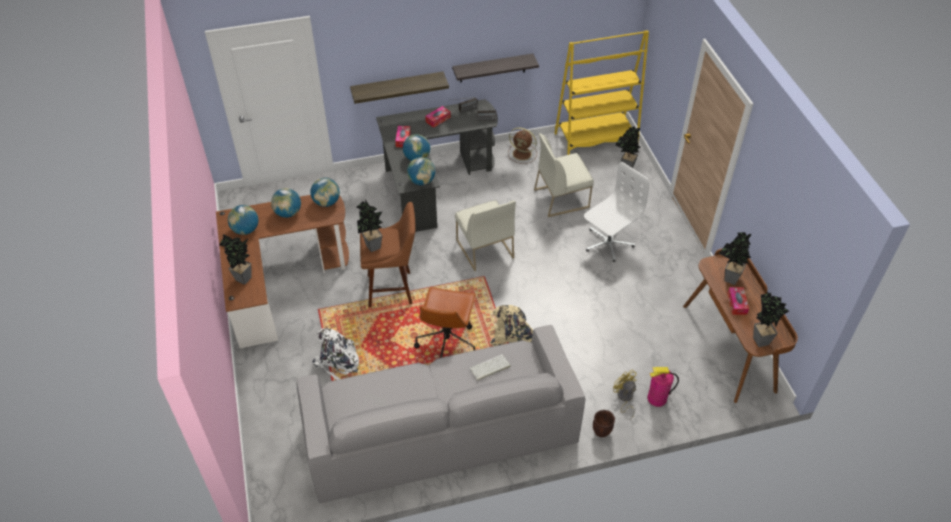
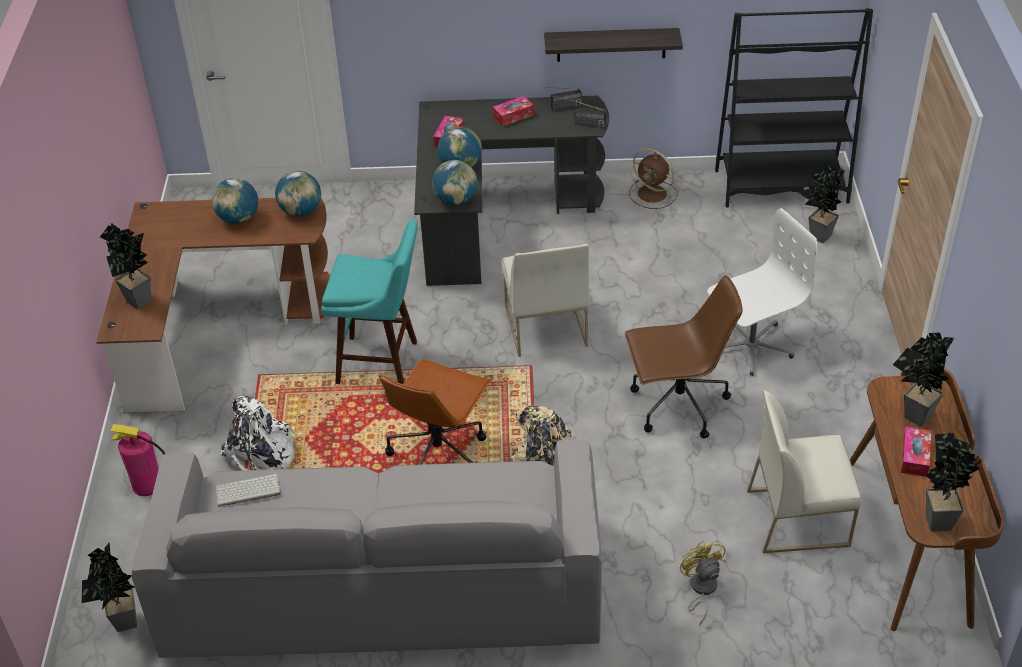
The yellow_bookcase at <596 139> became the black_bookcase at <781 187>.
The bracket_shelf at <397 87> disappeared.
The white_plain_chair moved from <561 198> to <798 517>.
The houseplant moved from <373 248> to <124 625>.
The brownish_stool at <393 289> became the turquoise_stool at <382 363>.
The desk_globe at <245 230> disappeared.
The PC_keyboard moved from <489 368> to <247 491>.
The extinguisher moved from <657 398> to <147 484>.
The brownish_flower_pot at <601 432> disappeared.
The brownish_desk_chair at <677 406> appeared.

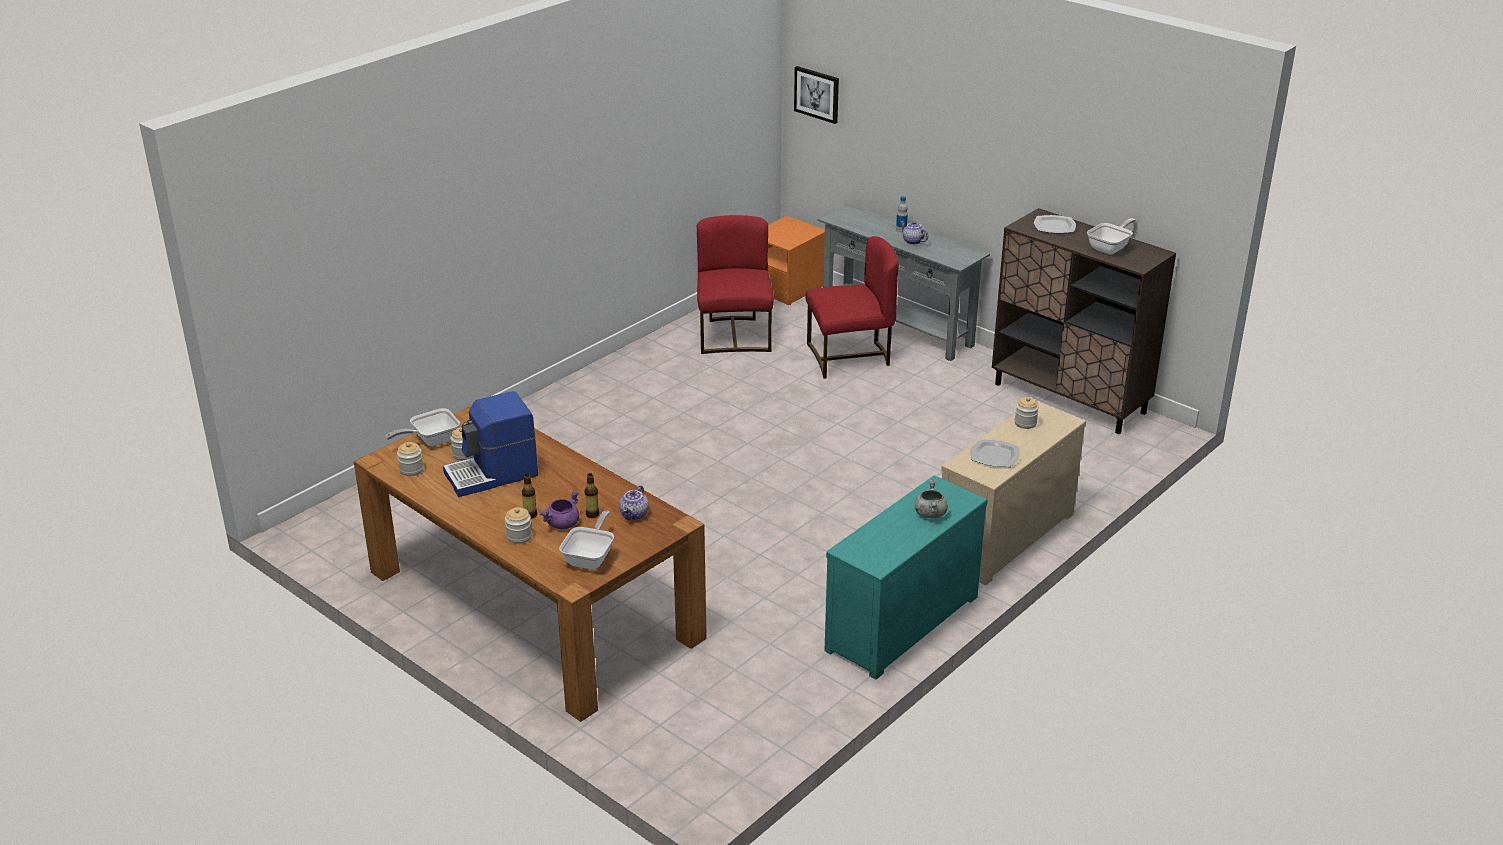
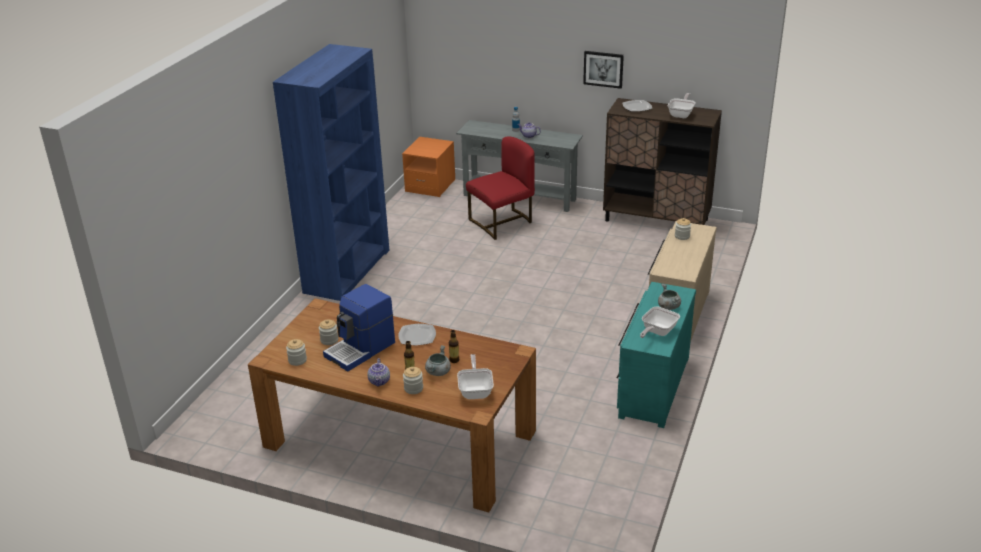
The wall_picture moved from <817 94> to <603 69>.
The red-coloured_plain_chair at <734 335> disappeared.
The skillet moved from <431 441> to <657 332>.
The plate moved from <995 456> to <417 336>.
The pot_for_tea moved from <635 515> to <380 381>.
The purplish_cooking_pot at <562 524> became the grey_cooking_pot at <438 372>.
The blue_bookcase at <347 271> appeared.

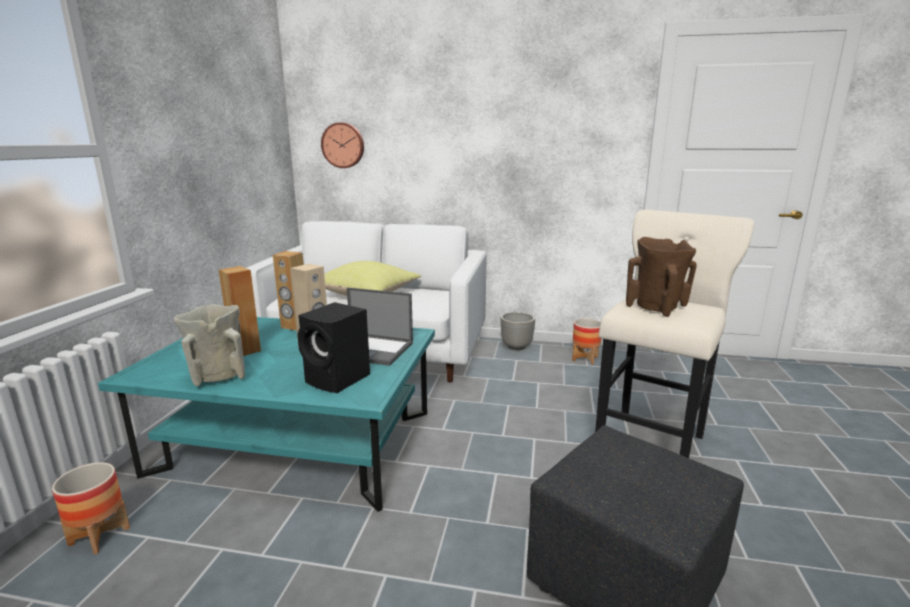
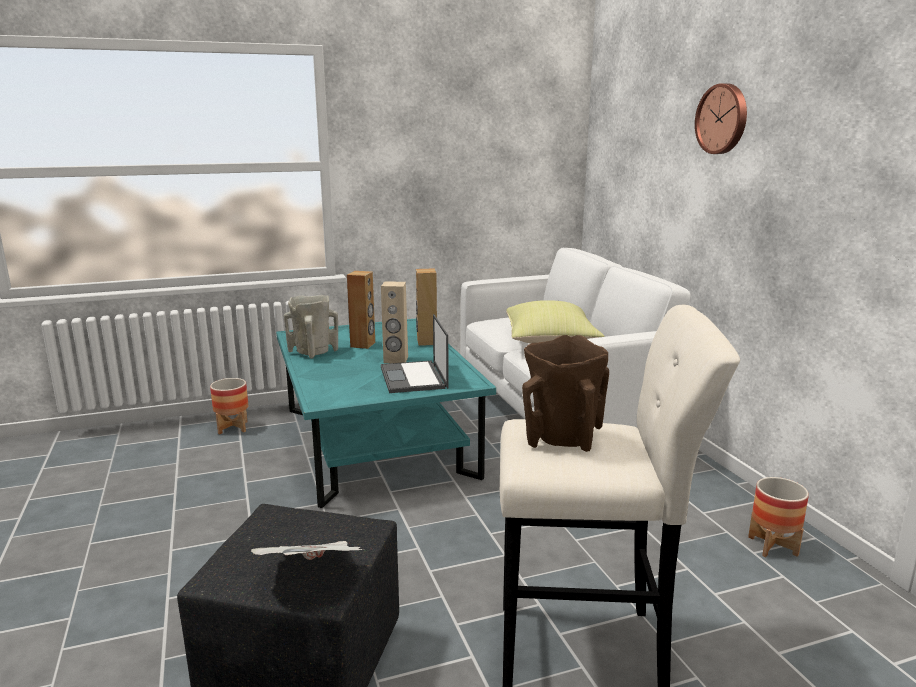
The hanging_clock moved from <343 145> to <723 119>.
The black_speaker at <339 379> disappeared.
The flower_pot at <517 346> disappeared.
The daily_paper at <314 573> appeared.

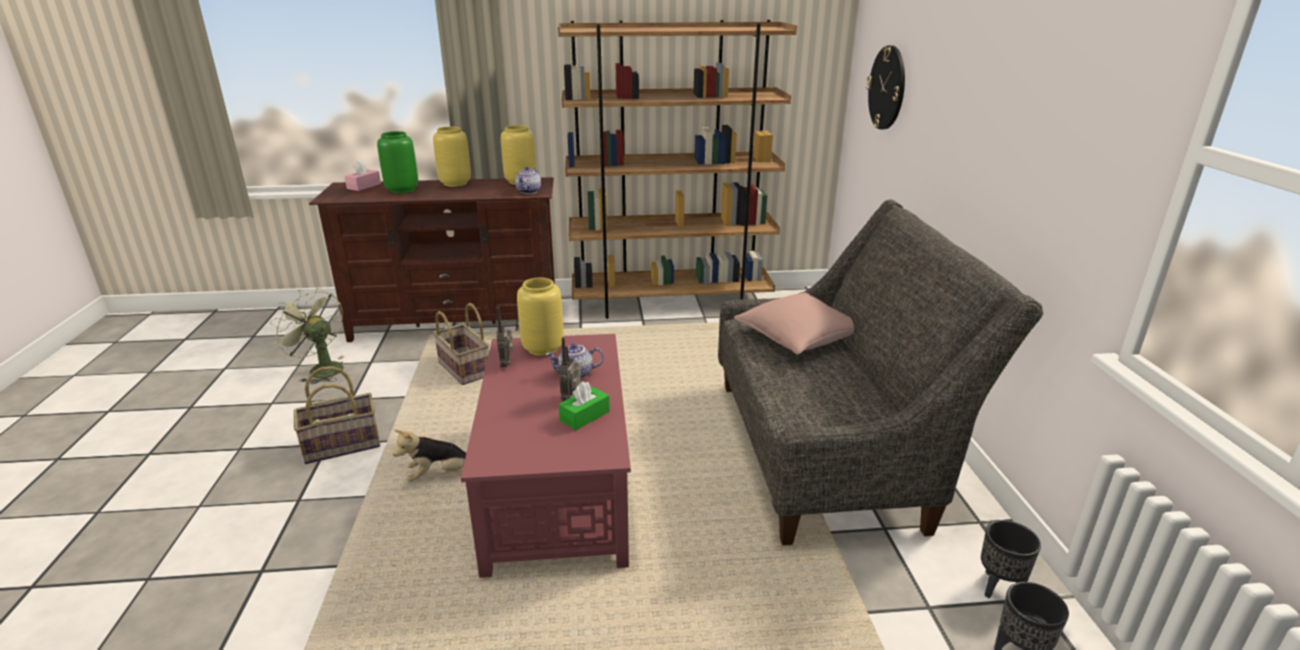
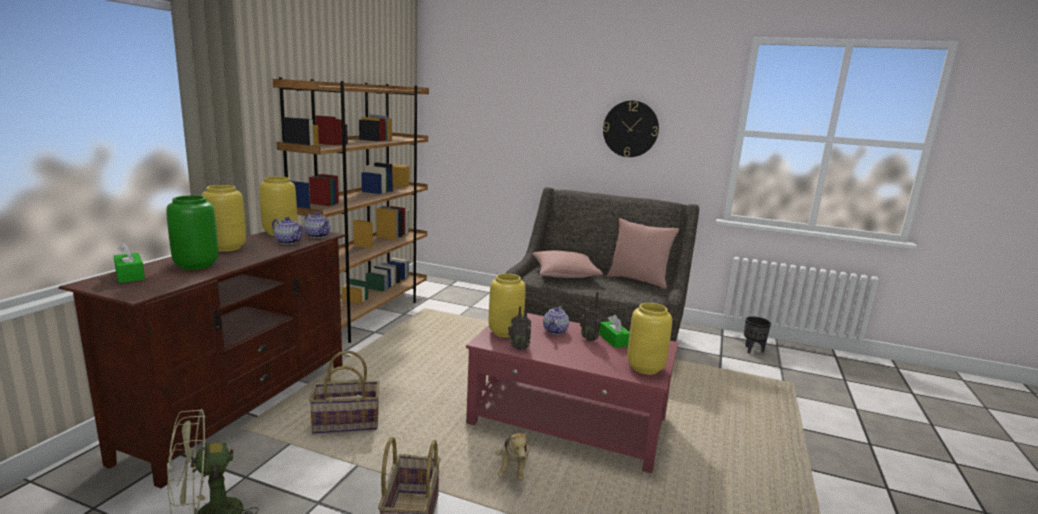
The hanging_clock moved from <887 88> to <630 129>.
The pinkish_tissue_box at <364 186> became the green-coloured_tissue_box at <130 275>.
The black_flower_pot at <999 588> disappeared.
The pot_for_tea at <289 242> appeared.
The pinkish_throw_pillow at <638 280> appeared.
The yellow_flower_vase at <644 368> appeared.

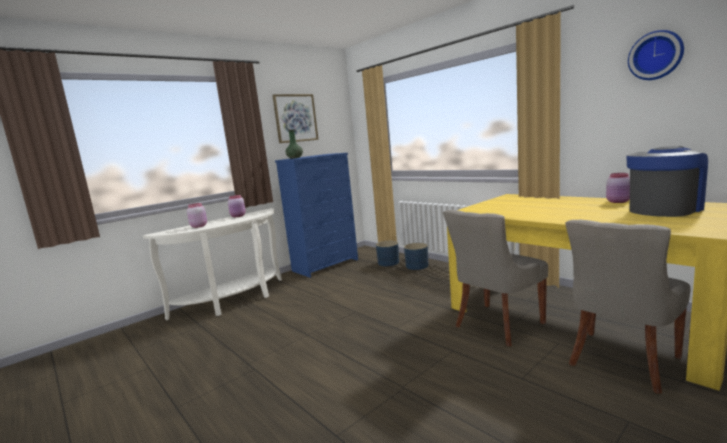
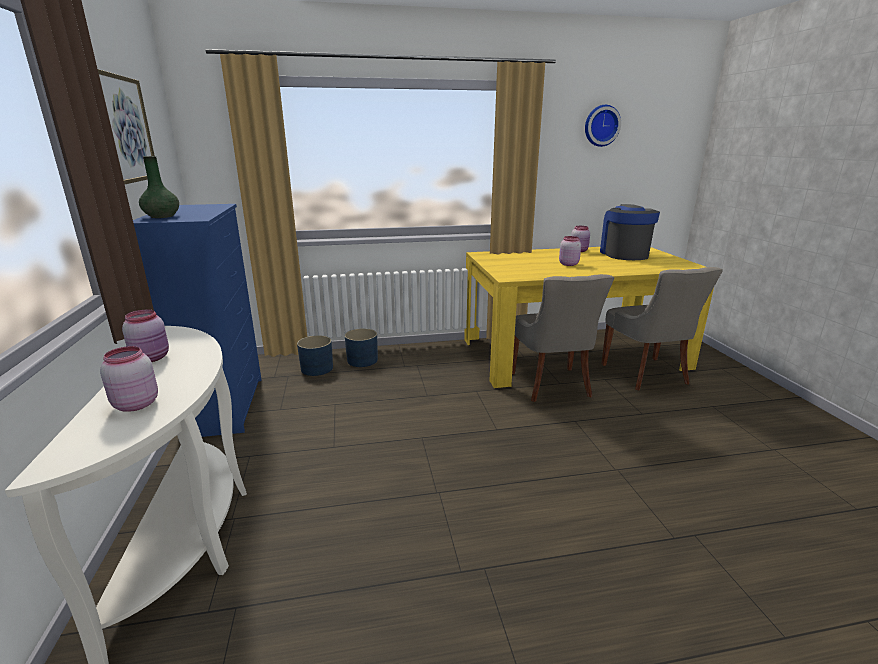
The pinkish_jar at <568 264> appeared.

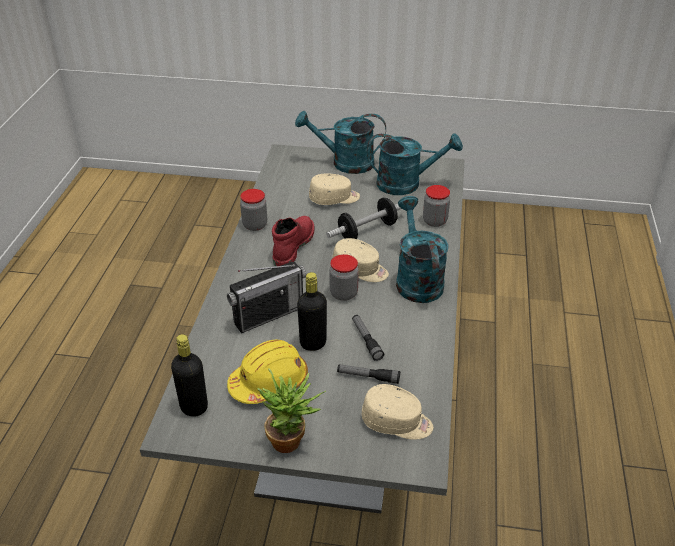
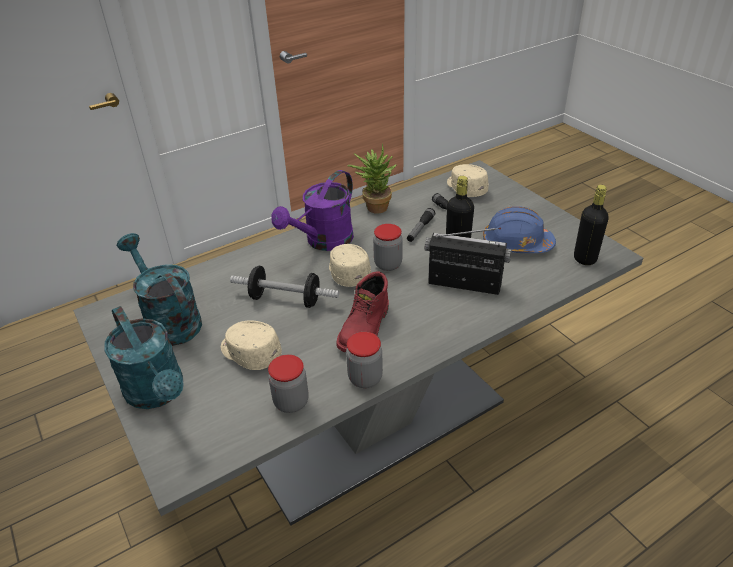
The jar moved from <434 221> to <291 402>.
The turquoise_watering_can at <416 279> became the purplish_watering_can at <323 242>.
The red-coloured_tall_boot at <292 246> turned 45 degrees counterclockwise.
The yellow_safety_helmet at <269 382> became the blue_safety_helmet at <516 244>.
The houseplant moved from <292 441> to <374 206>.

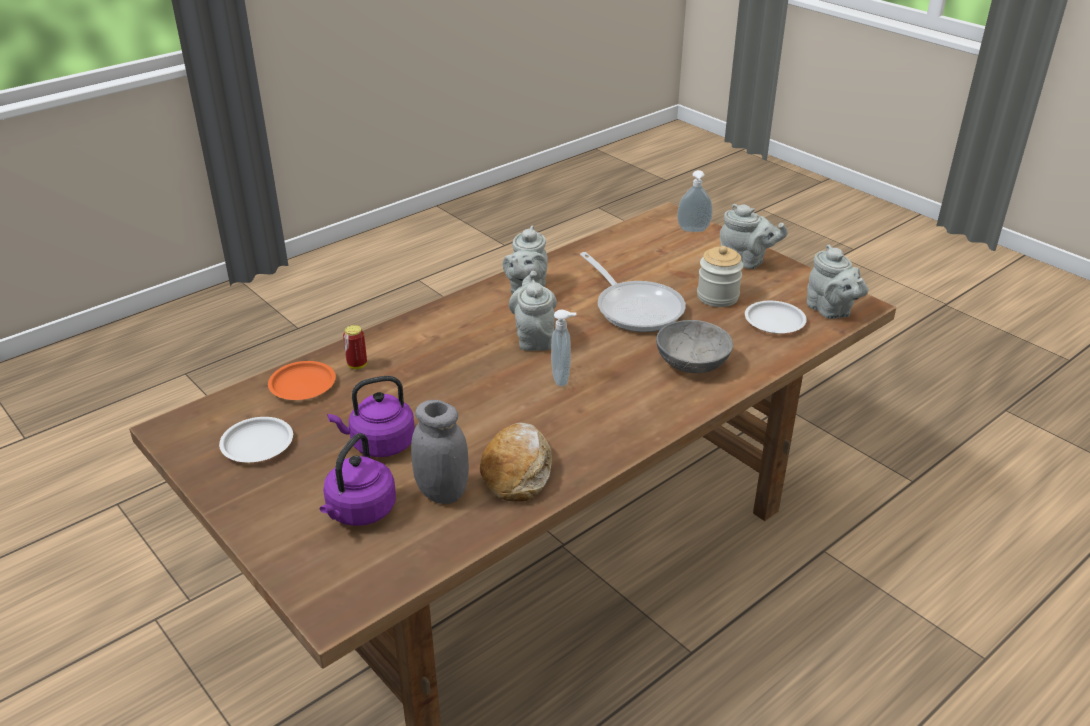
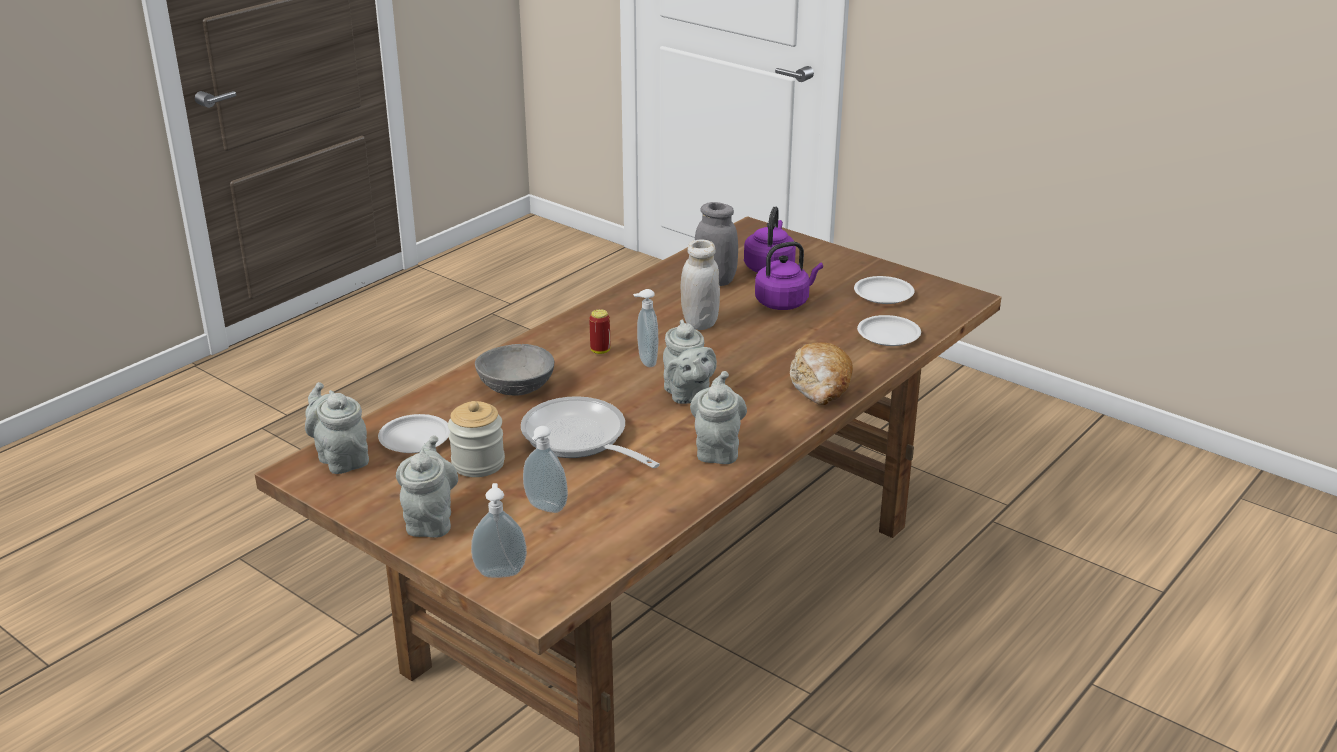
The grey_pot_for_tea at <746 262> turned 75 degrees clockwise.
The metal_can moved from <357 365> to <600 351>.
The orange-coloured_plate at <302 385> became the white_plate at <889 335>.
The baked_bread moved from <517 471> to <821 385>.
The white_jar at <700 323> appeared.
The soap_dispenser at <544 508> appeared.

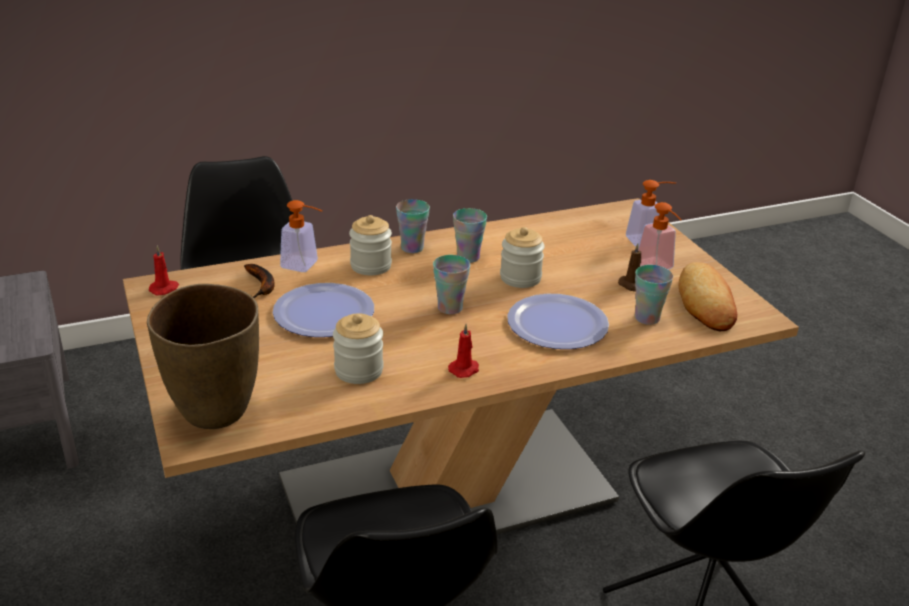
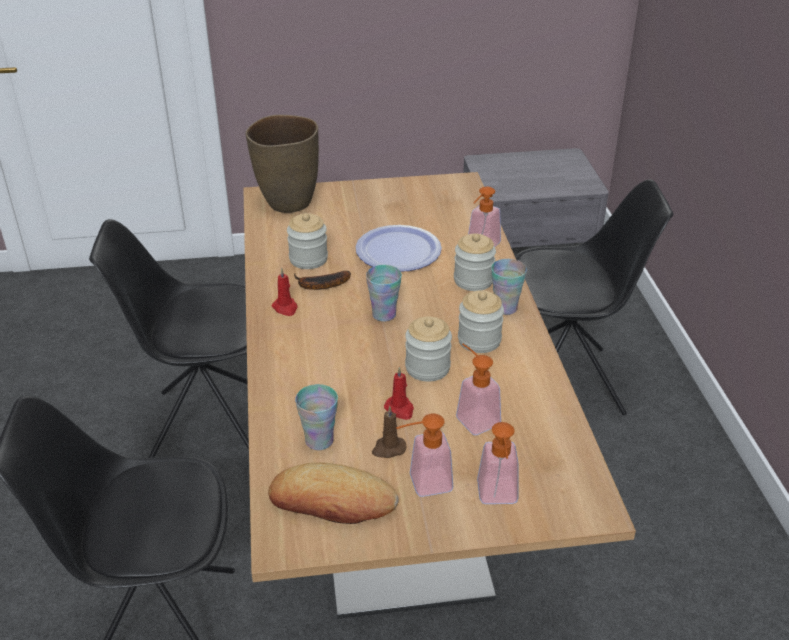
The drinking_cup at <468 257> was replaced by the jar at <479 340>.
The red-coloured_wax_candle moved from <164 289> to <400 409>.
The banana moved from <262 285> to <320 285>.
The plate at <557 324> disappeared.
The soap_dispenser at <473 417> appeared.

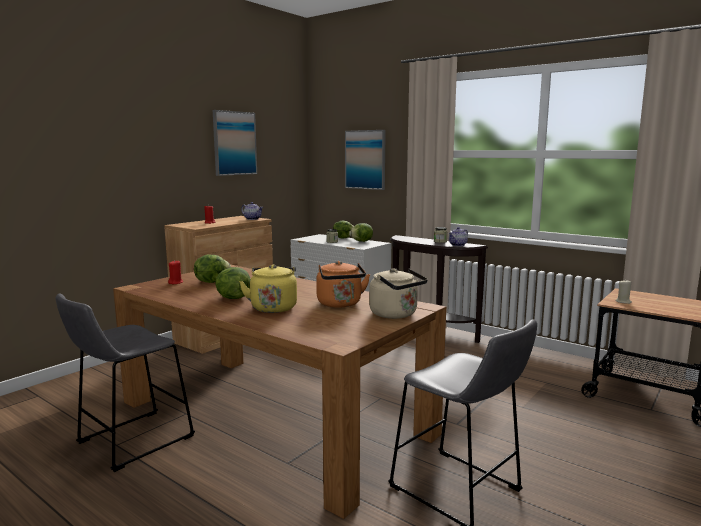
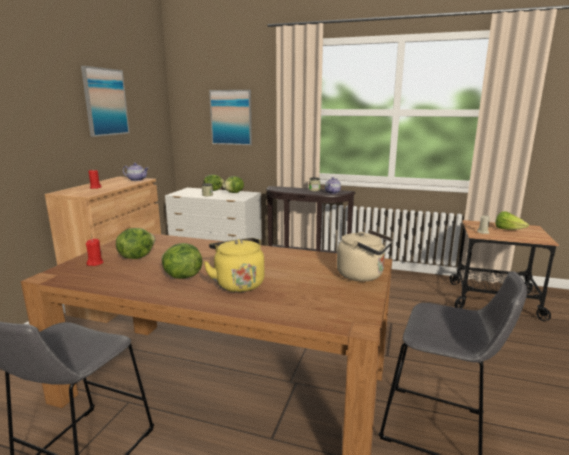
The orange-coloured_kettle at <340 304> disappeared.
The lettuce_head at <508 230> appeared.

